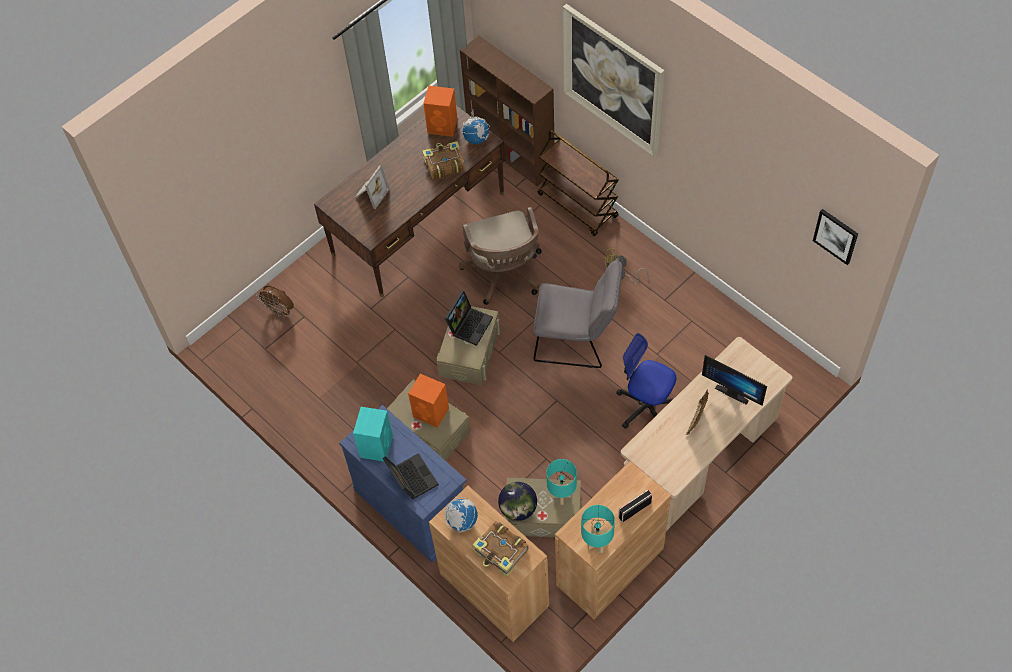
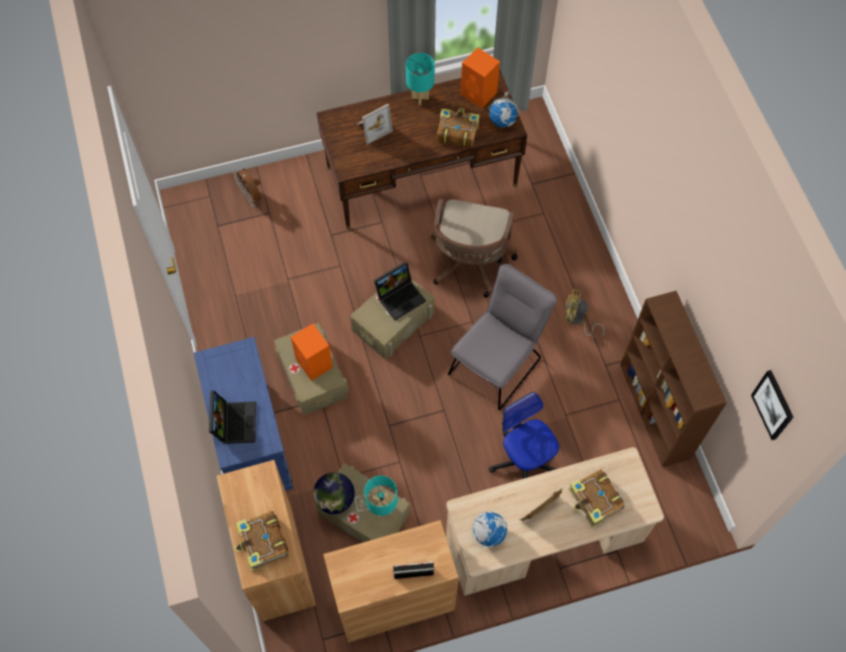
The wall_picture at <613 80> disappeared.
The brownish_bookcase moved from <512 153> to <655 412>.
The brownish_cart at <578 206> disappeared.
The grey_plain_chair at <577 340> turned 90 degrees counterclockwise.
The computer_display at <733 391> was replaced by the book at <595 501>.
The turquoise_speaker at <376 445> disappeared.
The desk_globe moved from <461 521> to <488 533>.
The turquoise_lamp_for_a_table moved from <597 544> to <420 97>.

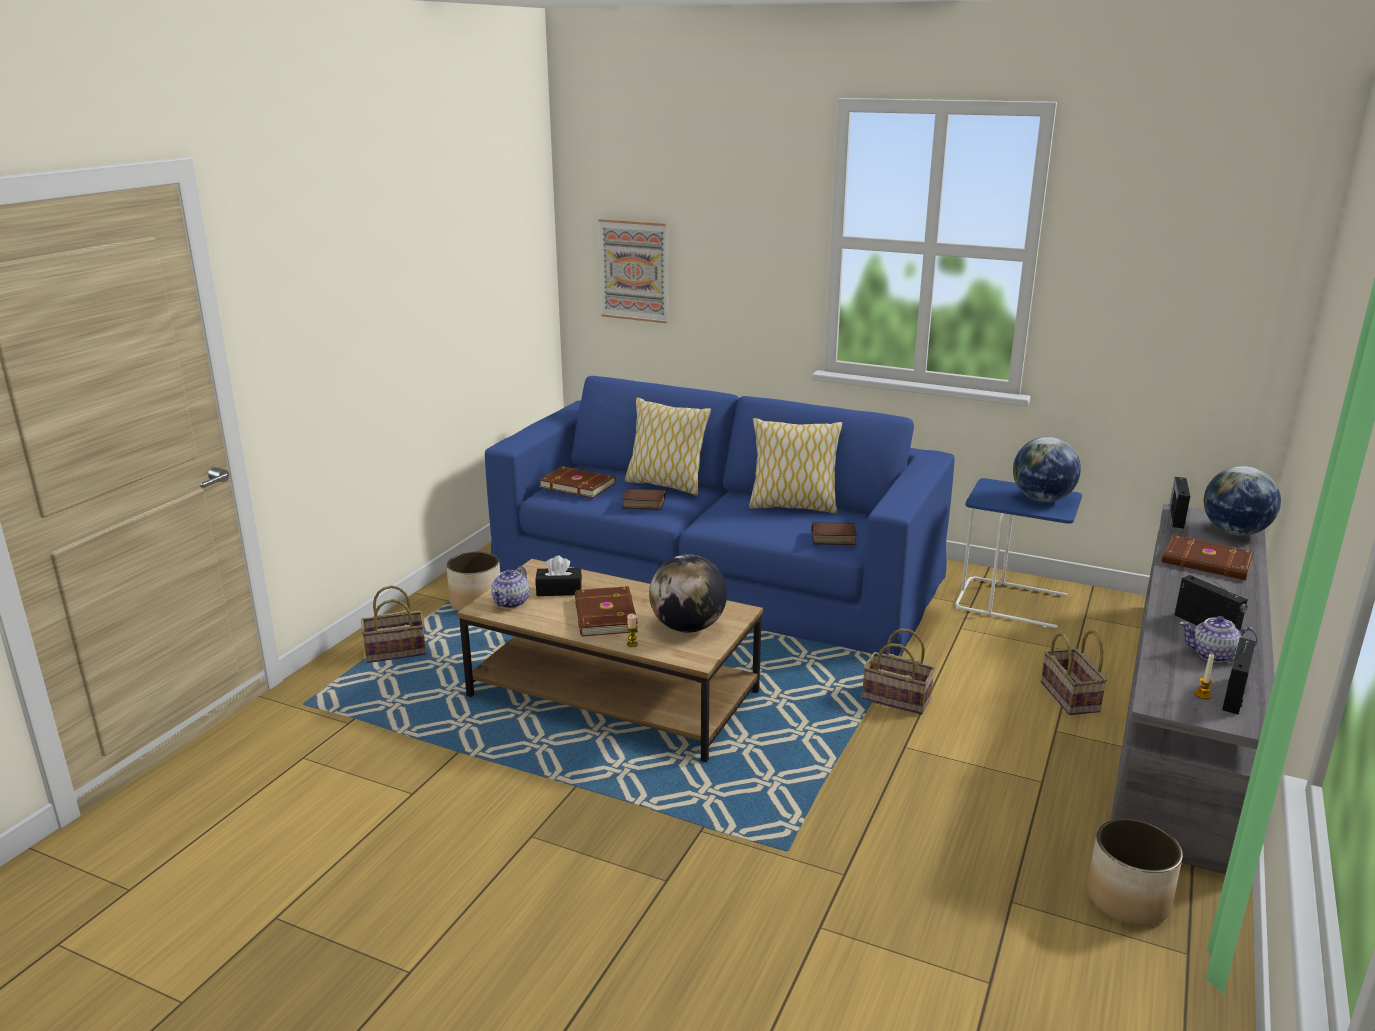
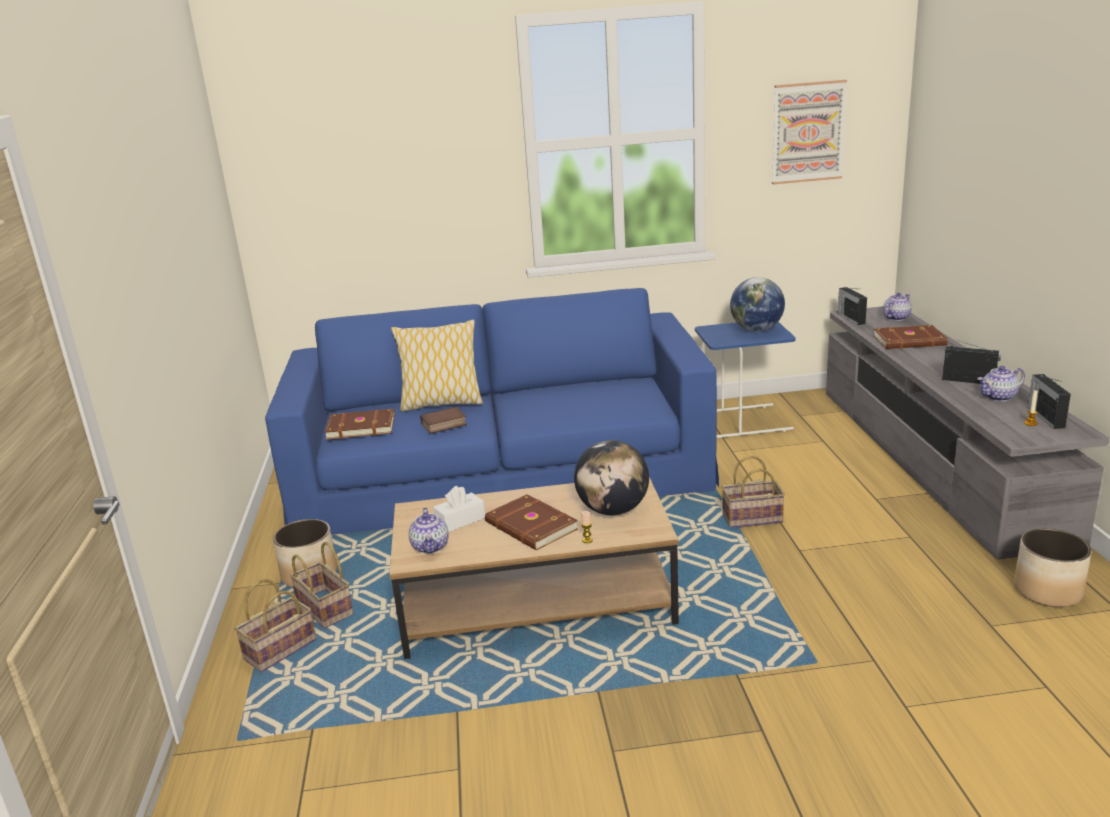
The wall_picture moved from <634 270> to <807 132>.
The throw_pillow at <793 506> disappeared.
The desk_globe at <1234 532> was replaced by the pot_for_tea at <896 318>.
The book at <833 539> disappeared.
The black_tissue_box at <559 590> became the white_tissue_box at <460 520>.
The basket moved from <1071 697> to <327 610>.

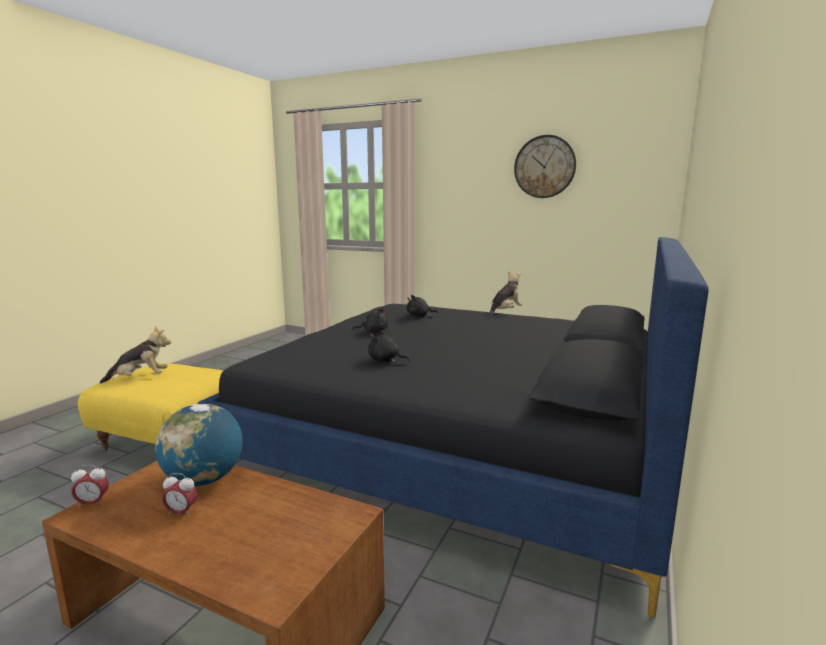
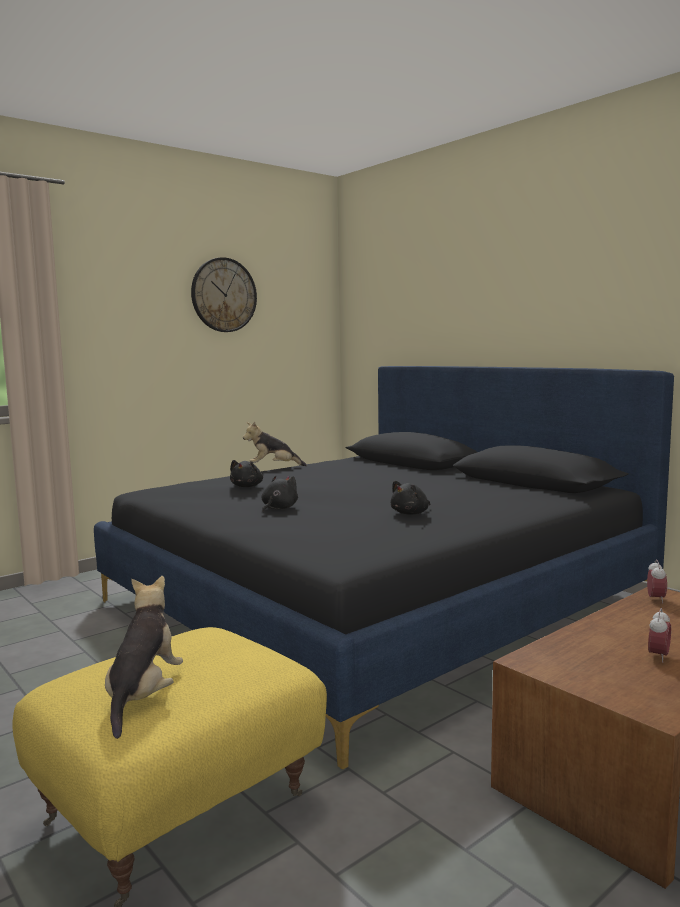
The cuddly_toy at <505 312> turned 75 degrees counterclockwise.
The desk_globe at <204 479> disappeared.
The table_clock moved from <93 503> to <655 599>.

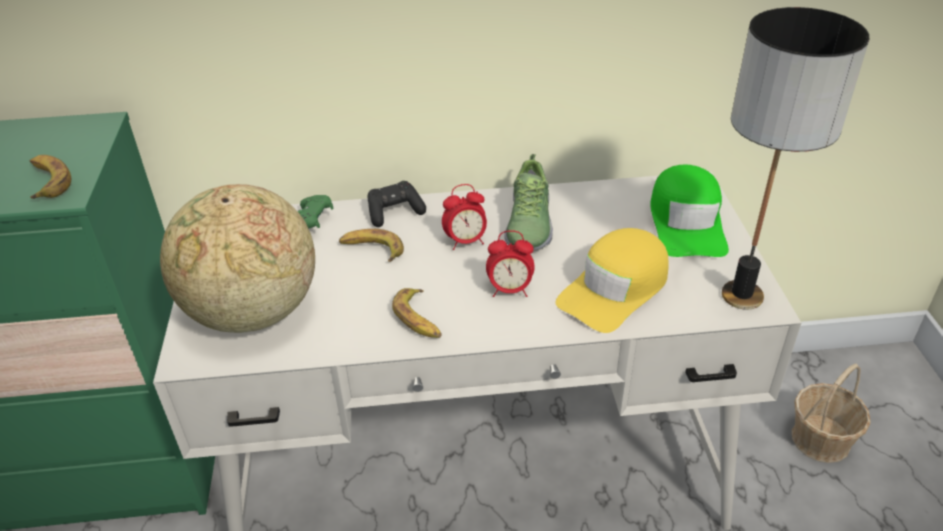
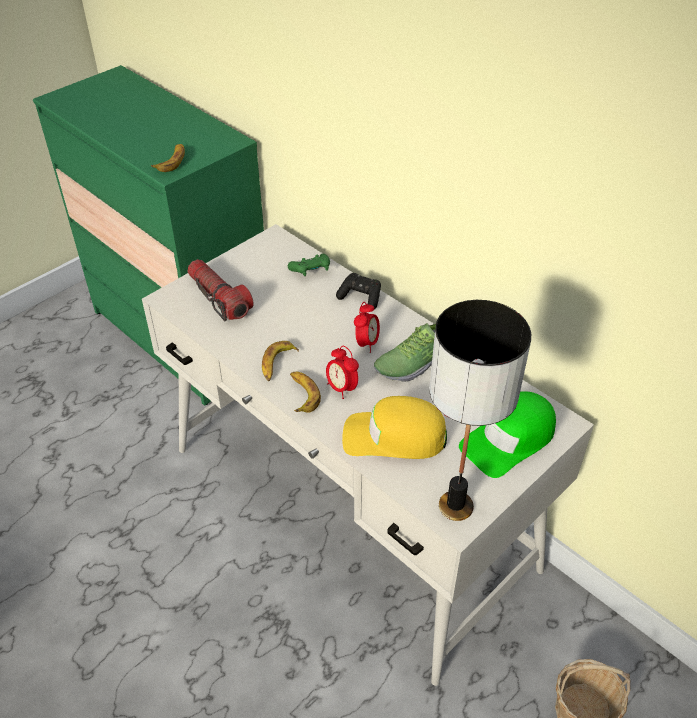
The desk_globe at <252 313> was replaced by the flashlight at <219 298>.
The table_clock at <465 241> turned 105 degrees counterclockwise.
The banana moved from <372 249> to <302 394>.

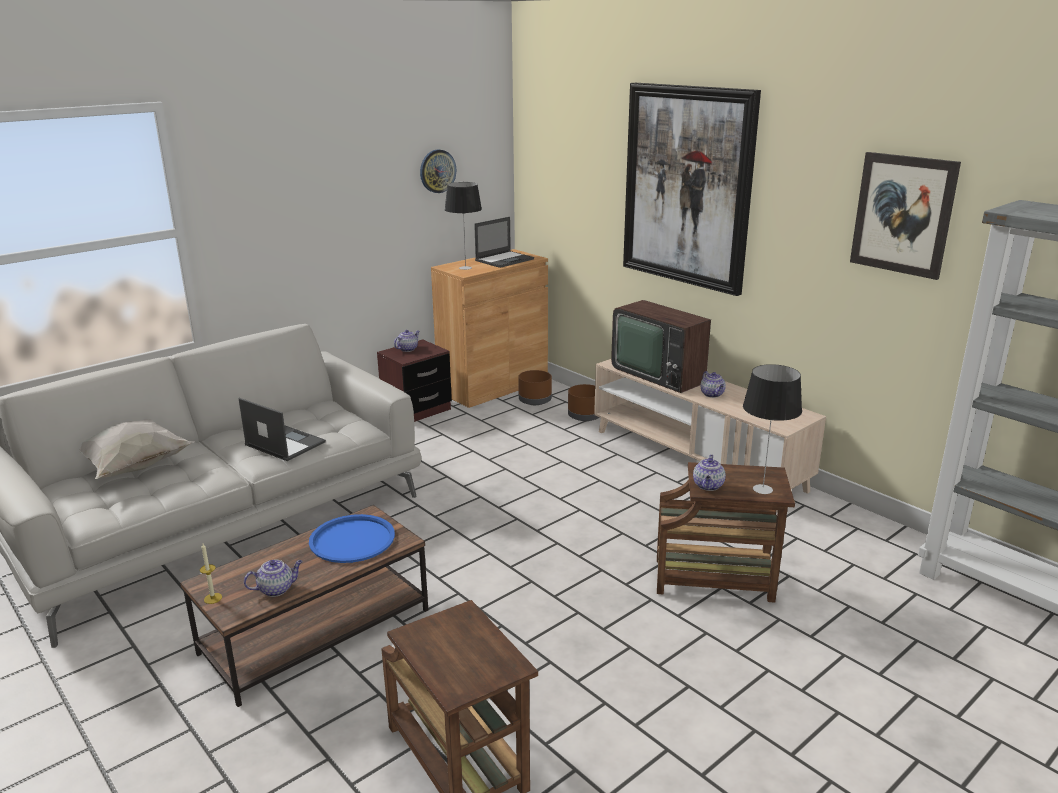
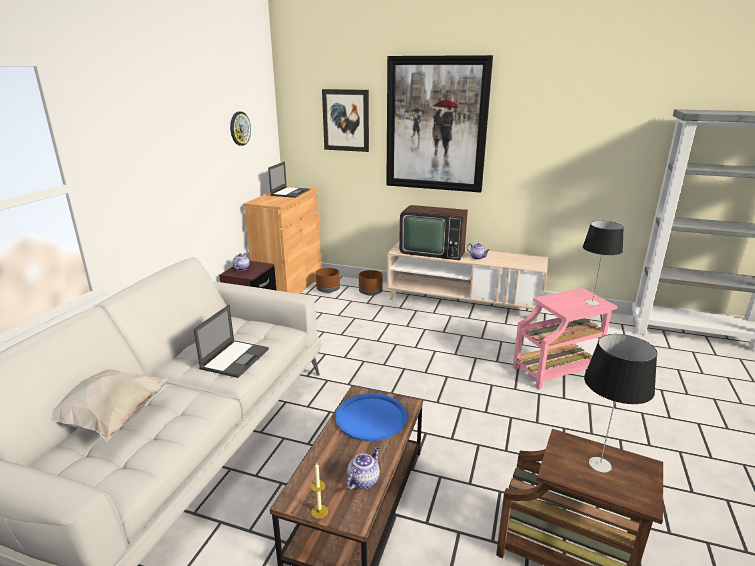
The wall_picture moved from <903 214> to <346 120>.
The lamp_for_a_table moved from <465 268> to <599 464>.
The portable_computer at <284 443> turned 105 degrees clockwise.
The pot_for_tea at <708 486> disappeared.
The brownish_end_table at <717 580> became the pinkish_end_table at <557 369>.

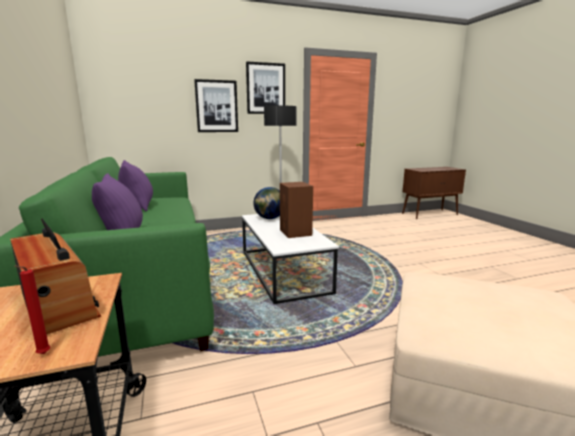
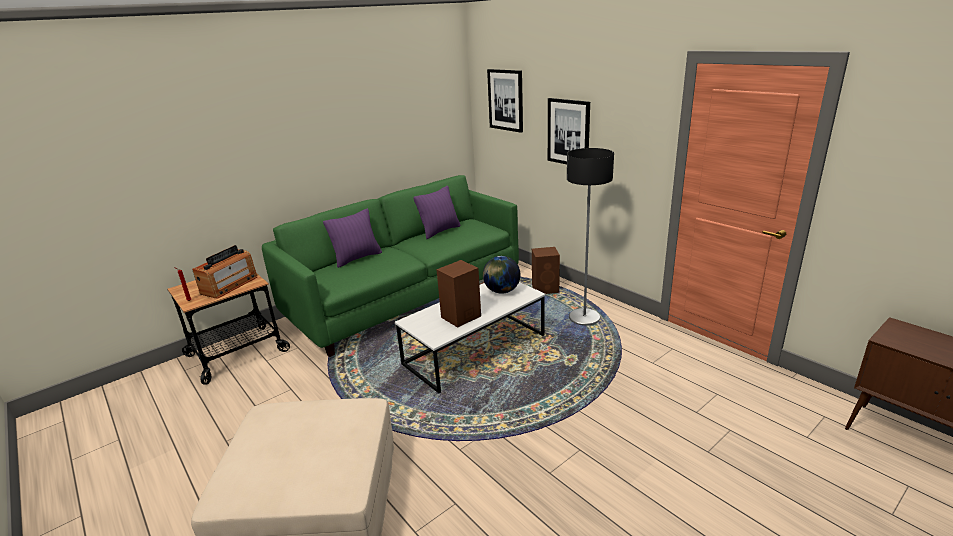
The wall_picture moved from <265 88> to <506 100>.
The brownish_speaker at <546 289> appeared.

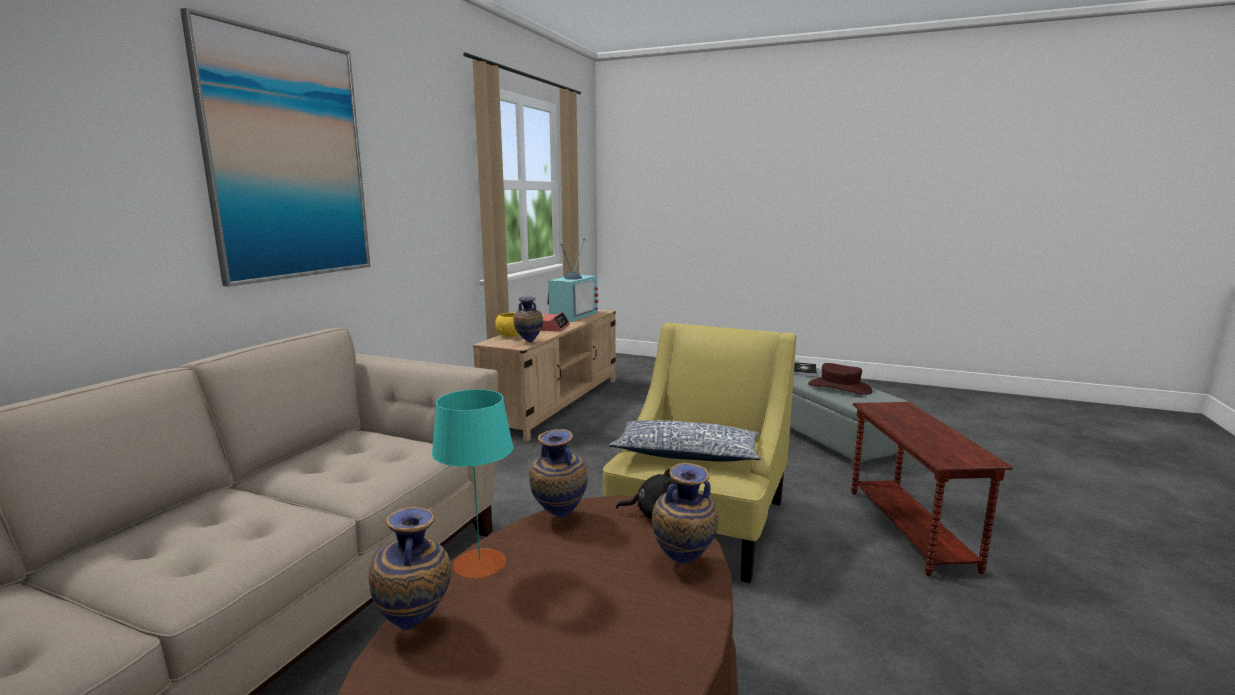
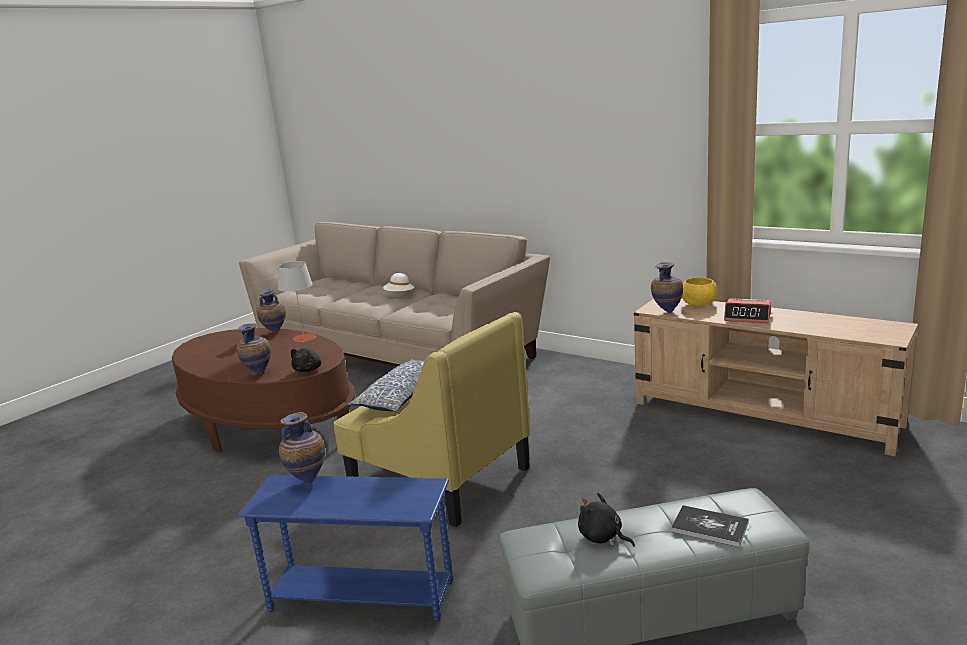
The wall_picture at <288 159> disappeared.
The TV at <571 315> disappeared.
The brownish_clothing_hat at <839 387> was replaced by the black_cuddly_toy at <602 537>.
The turquoise_lamp_for_a_table at <479 563> became the grey_lamp_for_a_table at <304 338>.
The brownish_end_table at <910 529> became the blue_end_table at <361 598>.
The flower_vase moved from <558 518> to <307 480>.
The white_clothing_hat at <399 295> appeared.

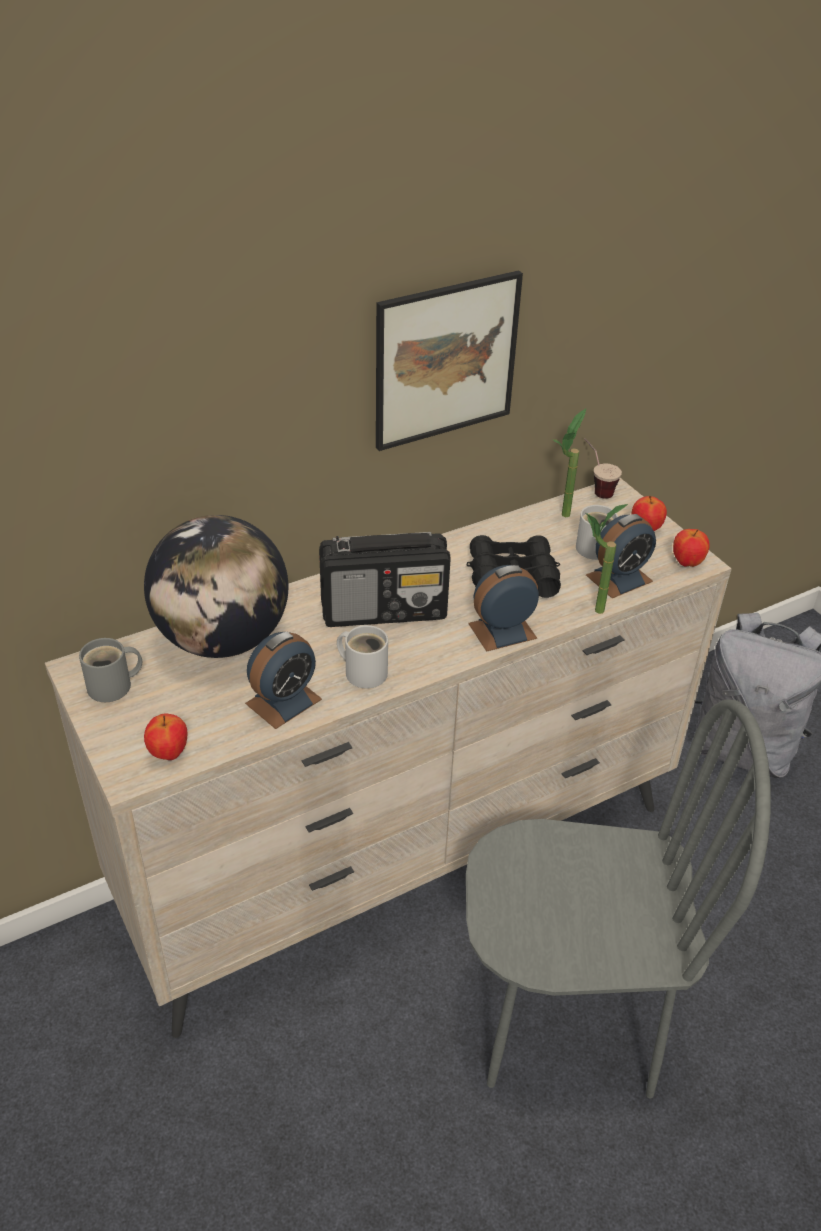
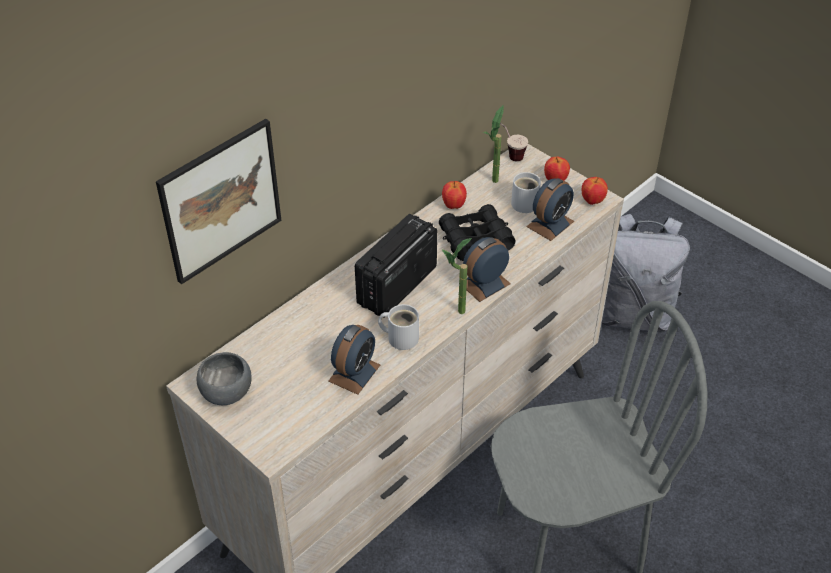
The wall_picture moved from <445 360> to <221 200>.
The houseplant moved from <589 610> to <454 313>.
The desk_globe at <223 639> disappeared.
The radio_receiver at <385 610> turned 150 degrees clockwise.
The grey_tea_mug at <114 686> was replaced by the grey_deep_dish at <227 391>.
The apple_fruit moved from <169 753> to <453 205>.

